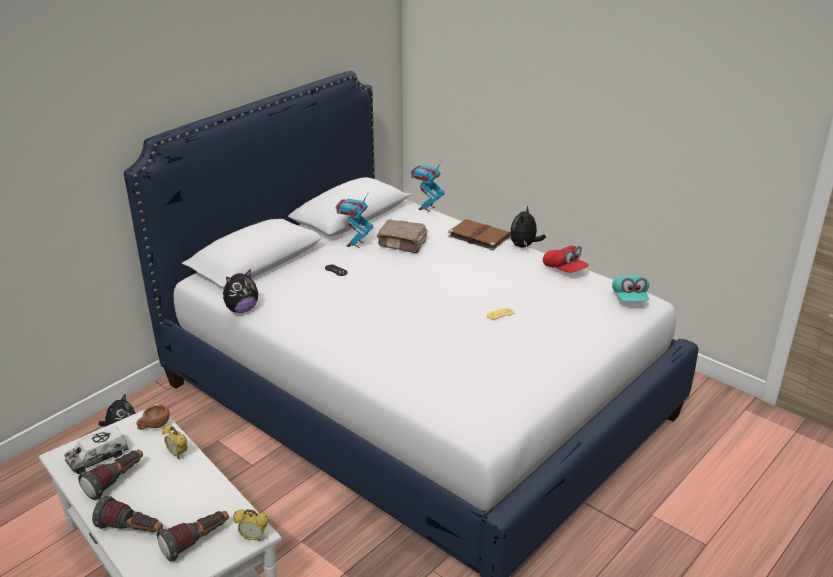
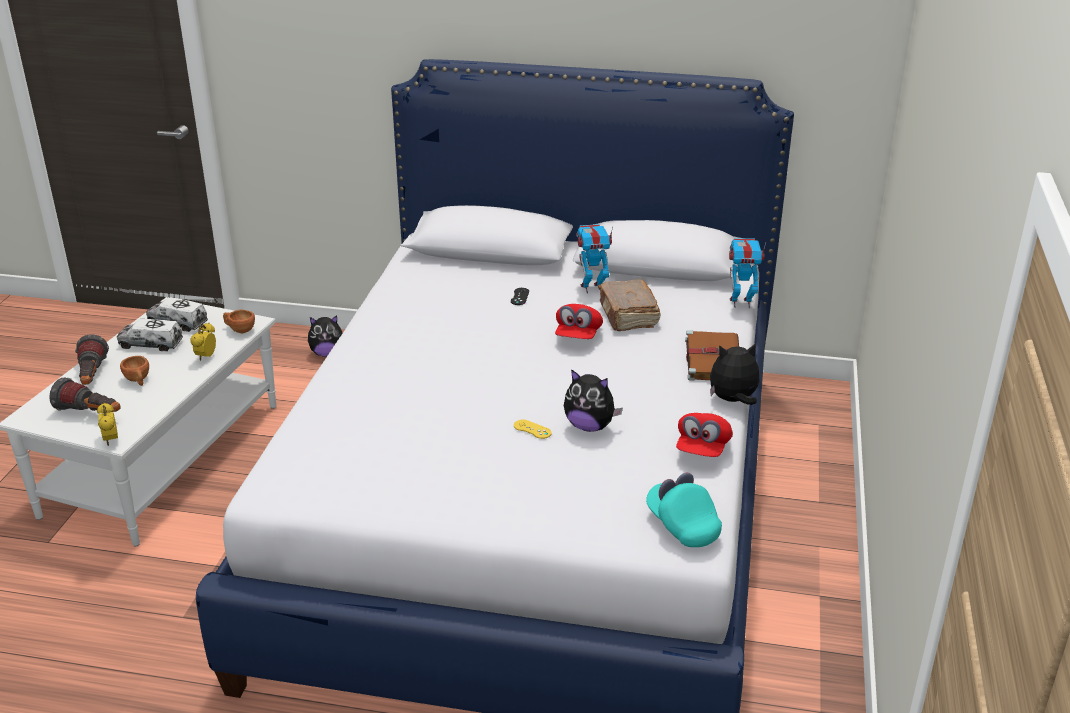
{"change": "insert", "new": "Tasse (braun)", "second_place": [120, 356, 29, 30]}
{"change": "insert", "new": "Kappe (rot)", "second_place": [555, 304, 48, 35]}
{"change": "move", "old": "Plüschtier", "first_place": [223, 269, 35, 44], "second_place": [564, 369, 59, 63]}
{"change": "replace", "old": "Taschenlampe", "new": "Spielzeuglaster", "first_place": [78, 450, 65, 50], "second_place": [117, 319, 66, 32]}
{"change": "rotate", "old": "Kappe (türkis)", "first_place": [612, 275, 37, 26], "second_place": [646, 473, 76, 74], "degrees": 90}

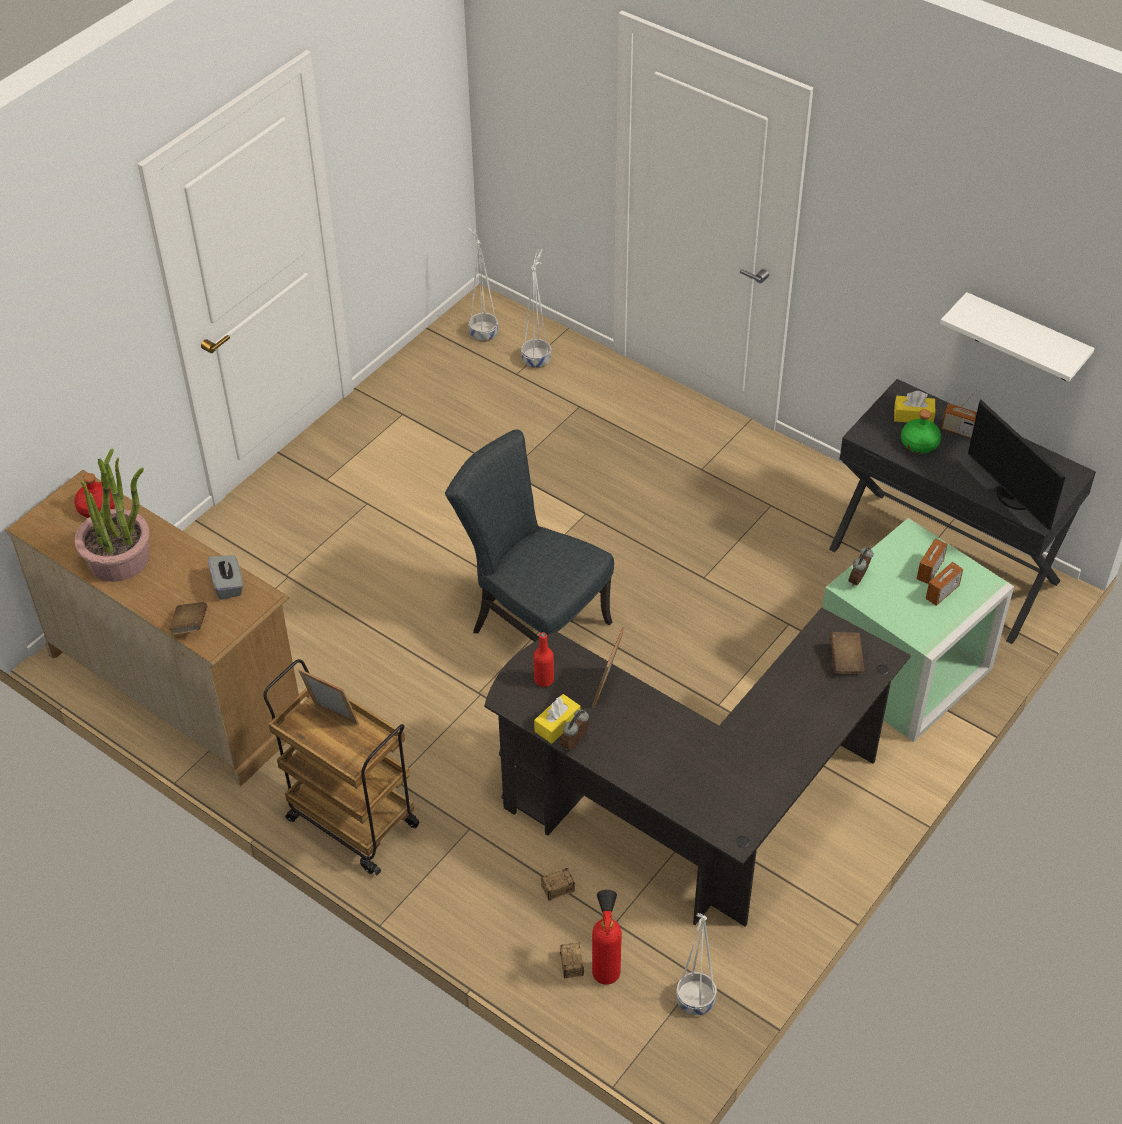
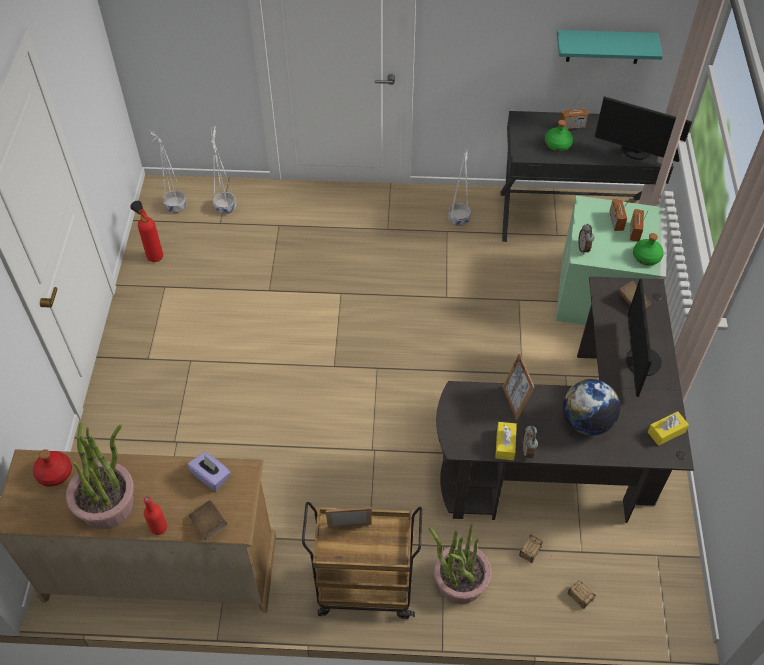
{"change": "delete", "old": "Stuhl (grau)", "first_place": [445, 429, 169, 213]}
{"change": "insert", "new": "Topfpflanze", "second_place": [429, 523, 62, 81]}
{"change": "insert", "new": "Globus", "second_place": [563, 379, 57, 57]}
{"change": "insert", "new": "Monitor", "second_place": [626, 278, 36, 119]}
{"change": "insert", "new": "Flasche (grün)", "second_place": [633, 233, 31, 33]}
{"change": "move", "old": "Flasche (rot)", "first_place": [534, 632, 20, 55], "second_place": [144, 496, 23, 39]}
{"change": "move", "old": "Feuerlöscher", "first_place": [592, 889, 30, 96], "second_place": [130, 201, 33, 61]}
{"change": "move", "old": "Pflanzkübel (weiß)", "first_place": [676, 913, 41, 102], "second_place": [448, 148, 23, 78]}
{"change": "move", "old": "Taschentuchbox (gelb)", "first_place": [894, 391, 41, 31], "second_place": [648, 411, 41, 35]}
{"change": "recolor", "old": "Taschentuchbox (grau)", "new": "Taschentuchbox (lila)", "first_place": [208, 555, 35, 45], "second_place": [187, 452, 44, 39]}
{"change": "recolor", "old": "Wandregal (weiß)", "new": "Wandregal (türkis)", "first_place": [940, 292, 155, 89], "second_place": [557, 30, 106, 34]}

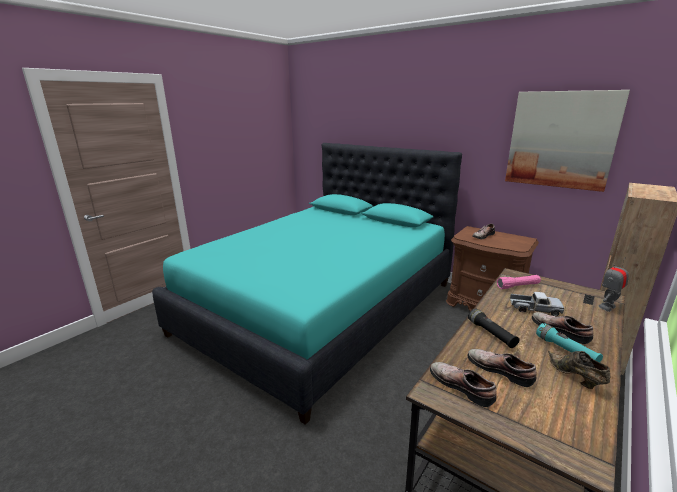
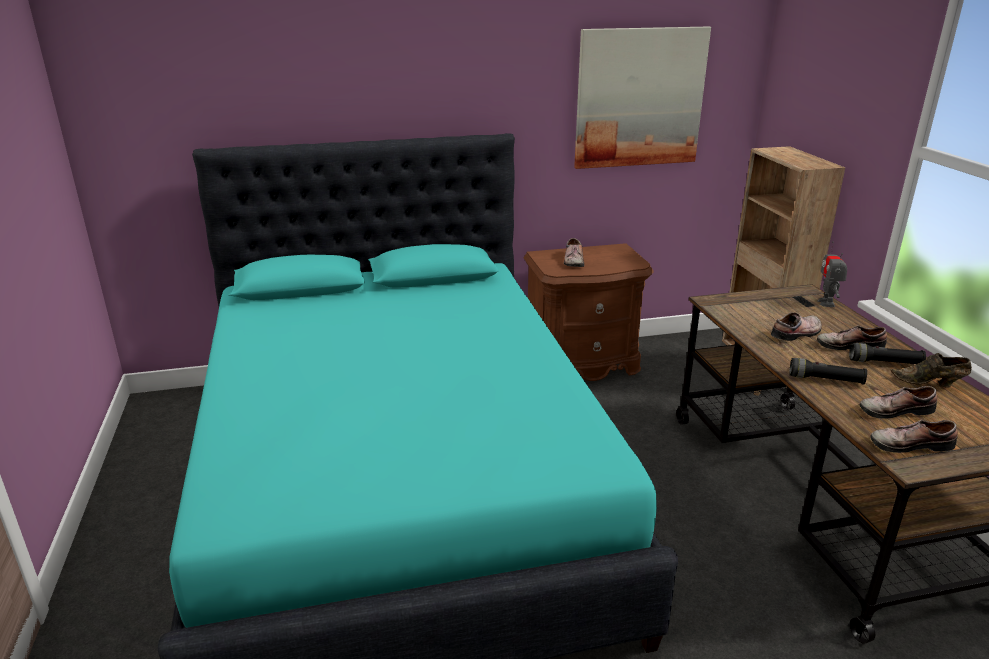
{"change": "delete", "old": "Taschenlampe (rosa)", "first_place": [497, 275, 44, 14]}
{"change": "replace", "old": "Spielzeuglaster", "new": "Schuh", "first_place": [510, 292, 54, 24], "second_place": [771, 312, 51, 29]}
{"change": "recolor", "old": "Taschenlampe (türkis)", "new": "Taschenlampe (schwarz)", "first_place": [536, 323, 67, 39], "second_place": [849, 343, 77, 21]}

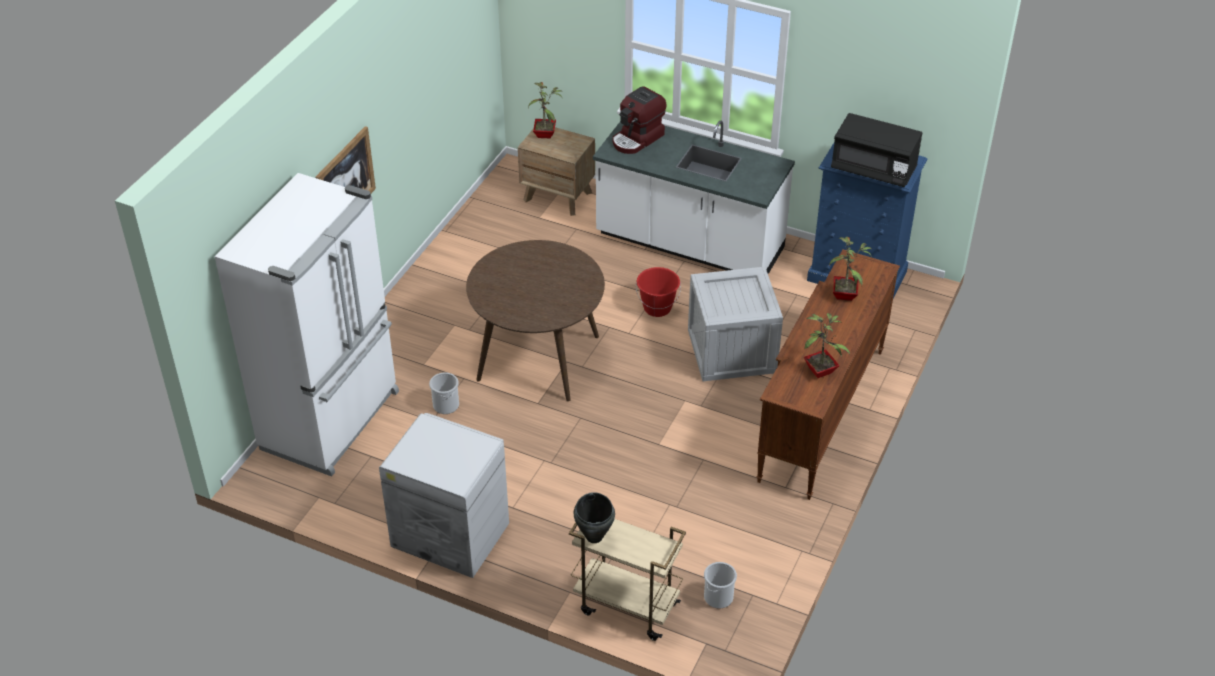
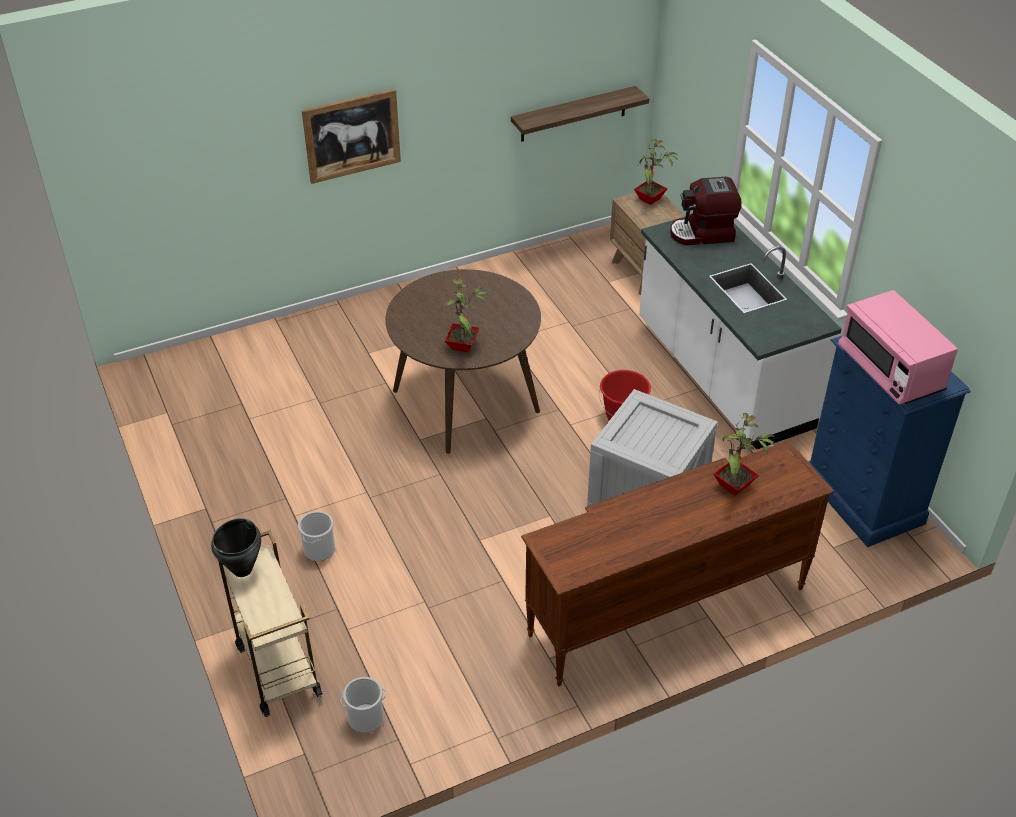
{"change": "delete", "old": "Kühlschrank (weiß)", "first_place": [214, 173, 185, 304]}
{"change": "delete", "old": "Waschmaschine (weiß)", "first_place": [379, 413, 130, 165]}
{"change": "insert", "new": "Wandregal", "second_place": [511, 86, 138, 56]}
{"change": "move", "old": "Eimer", "first_place": [429, 372, 30, 42], "second_place": [298, 511, 37, 50]}
{"change": "move", "old": "Topfpflanze", "first_place": [804, 313, 46, 65], "second_place": [441, 278, 48, 74]}
{"change": "recolor", "old": "Mikrowelle (schwarz)", "new": "Mikrowelle (rosa)", "first_place": [831, 113, 91, 74], "second_place": [838, 290, 120, 114]}

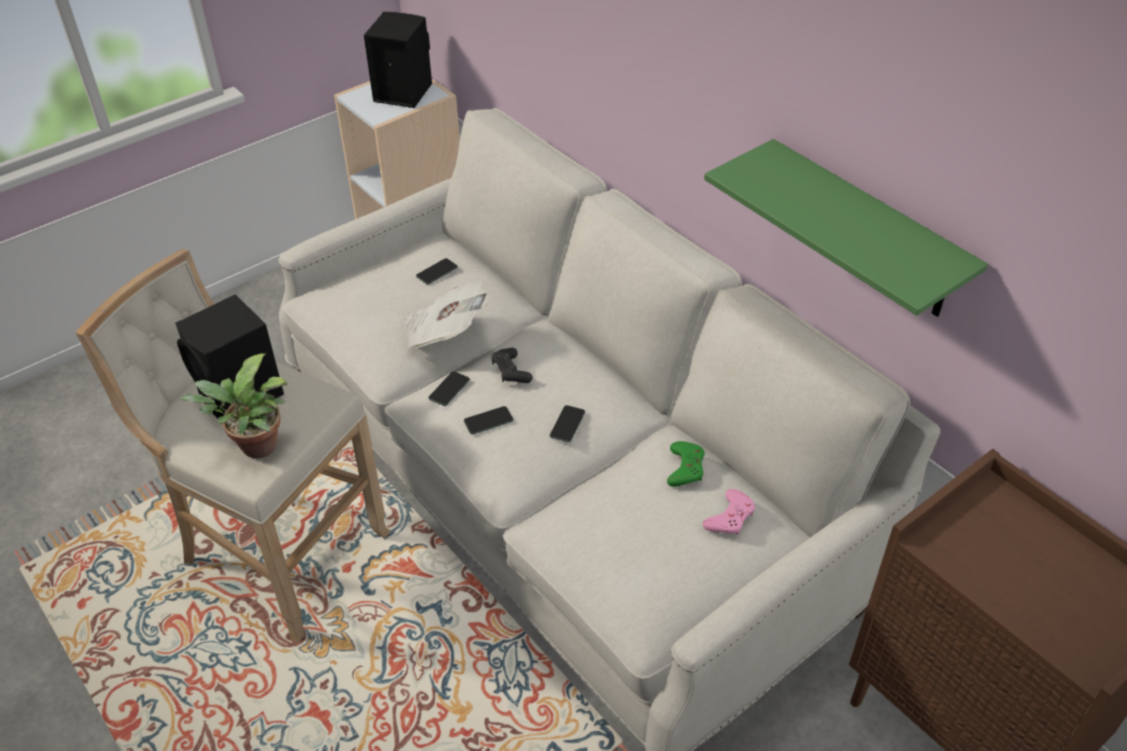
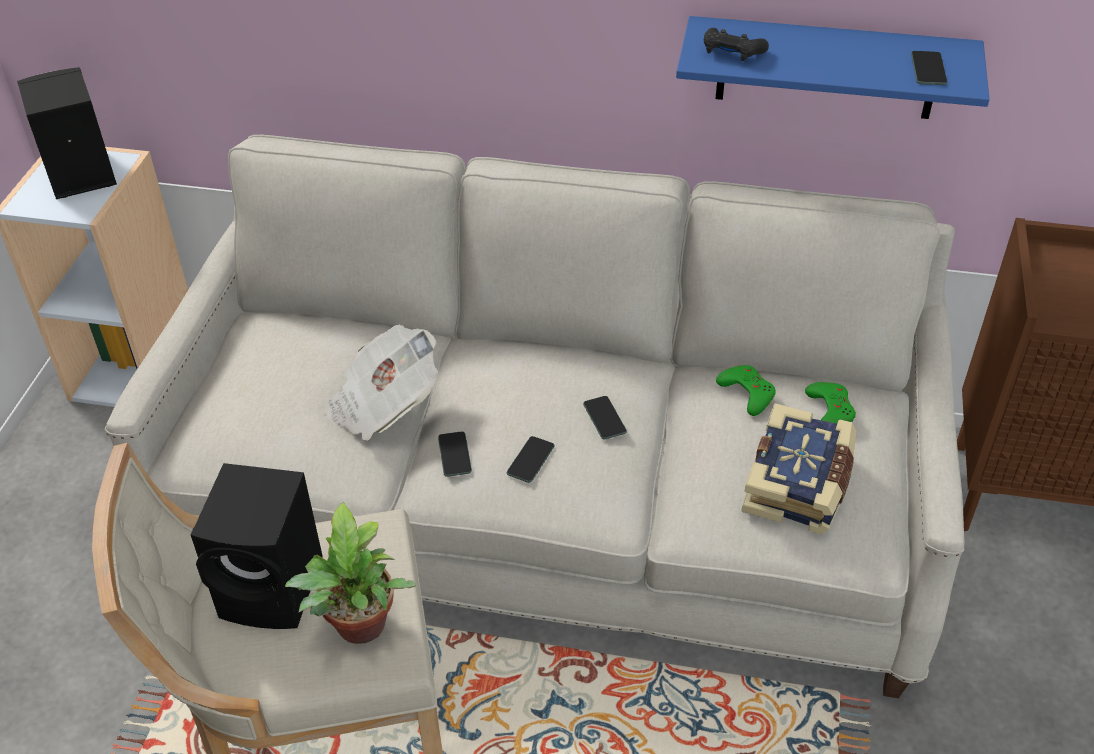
{"change": "insert", "new": "Buch", "second_place": [741, 403, 115, 131]}
{"change": "move", "old": "Handy", "first_place": [416, 258, 42, 27], "second_place": [911, 51, 36, 34]}
{"change": "move", "old": "Gamepad (schwarz)", "first_place": [491, 348, 42, 35], "second_place": [704, 28, 65, 33]}
{"change": "recolor", "old": "Gamepad (rosa)", "new": "Gamepad (grün)", "first_place": [703, 489, 52, 46], "second_place": [805, 382, 51, 42]}
{"change": "recolor", "old": "Wandregal (grün)", "new": "Wandregal (blau)", "first_place": [704, 139, 284, 178], "second_place": [676, 16, 314, 103]}

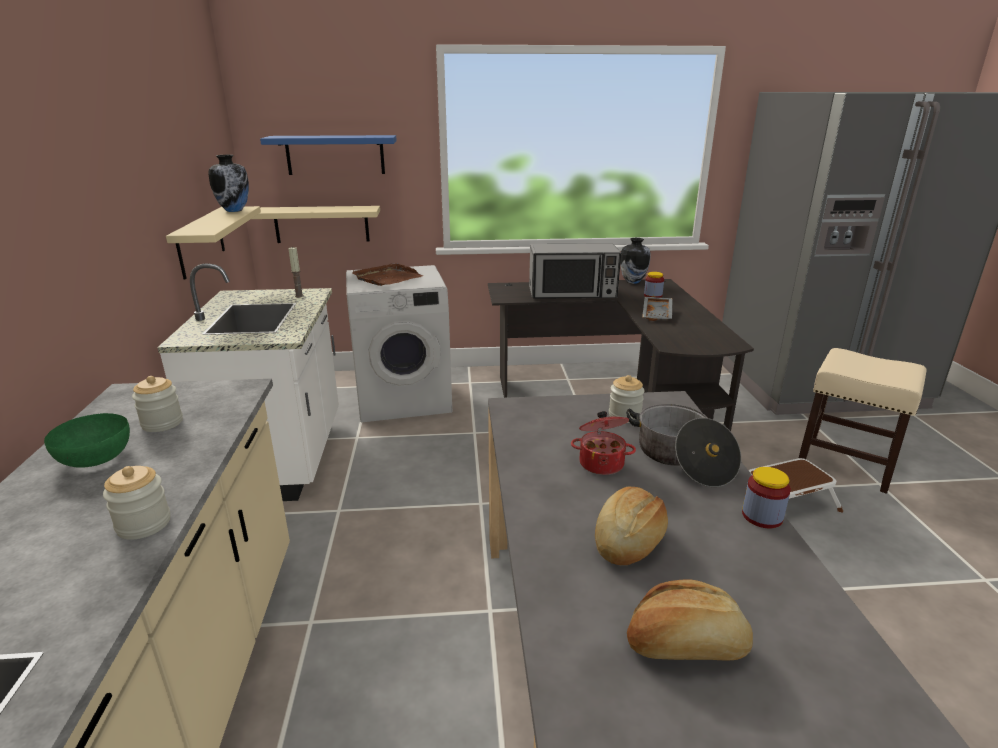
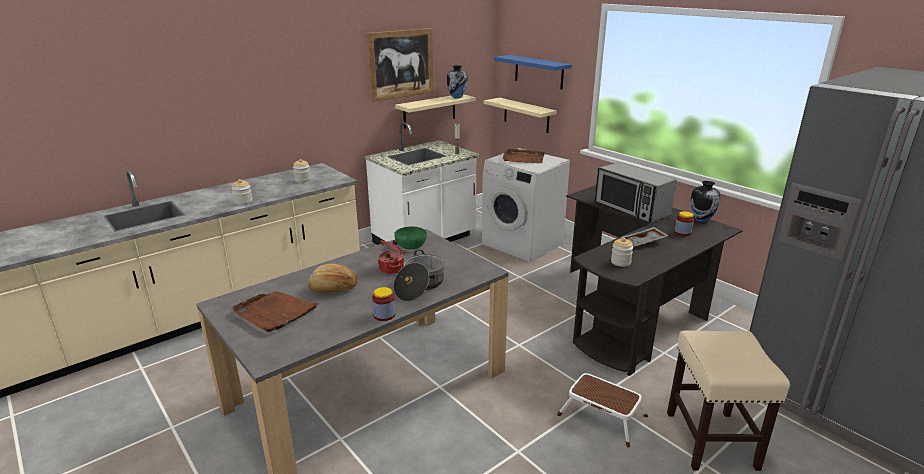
{"change": "insert", "new": "Bild", "second_place": [367, 28, 67, 74]}
{"change": "move", "old": "Schüssel (grün)", "first_place": [44, 413, 86, 55], "second_place": [394, 226, 33, 23]}
{"change": "move", "old": "Vorratsglas", "first_place": [609, 375, 35, 48], "second_place": [611, 238, 22, 29]}
{"change": "replace", "old": "Brot", "new": "Tablett (braun)", "first_place": [627, 580, 126, 81], "second_place": [231, 291, 88, 41]}

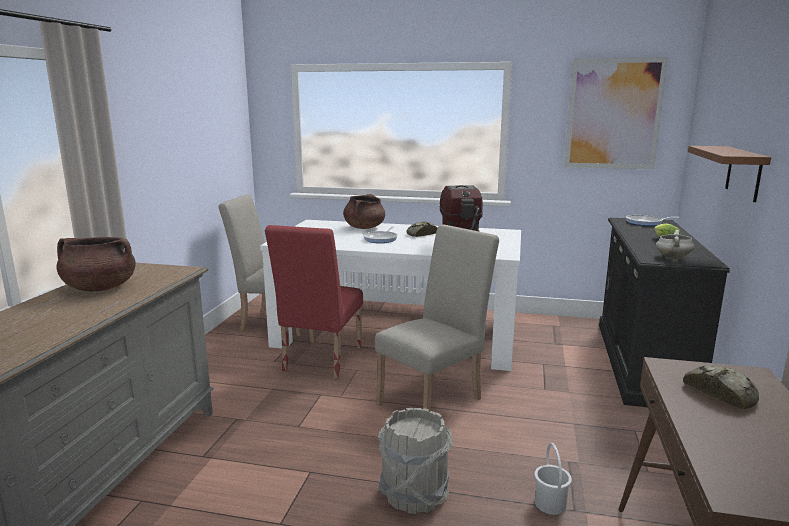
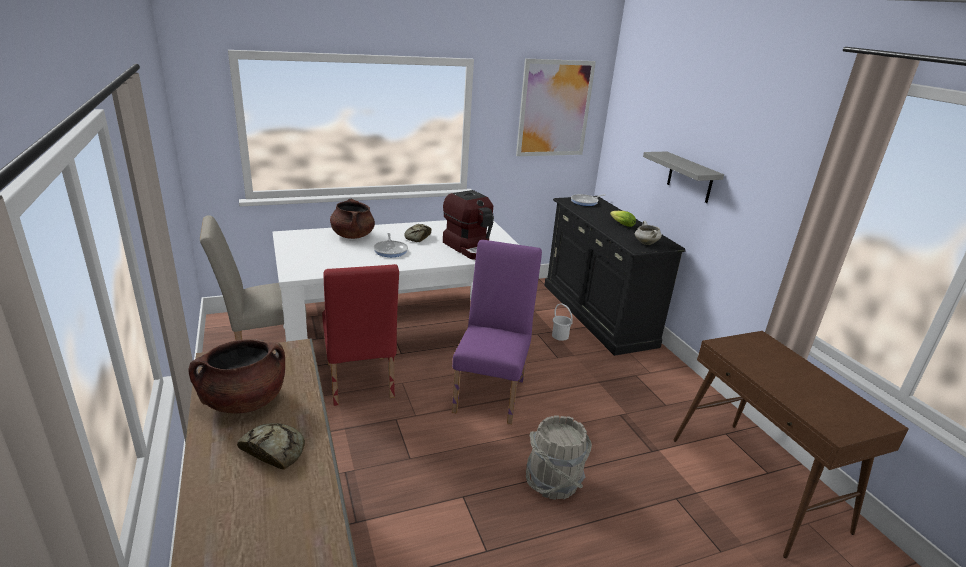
{"change": "move", "old": "Eimer (weiß)", "first_place": [534, 443, 38, 72], "second_place": [552, 303, 21, 38]}
{"change": "move", "old": "Brot", "first_place": [683, 365, 76, 44], "second_place": [237, 423, 68, 47]}
{"change": "recolor", "old": "Stuhl (beige)", "new": "Stuhl (lila)", "first_place": [375, 225, 124, 187], "second_place": [452, 240, 90, 184]}
{"change": "recolor", "old": "Wandregal (braun)", "new": "Wandregal (grau)", "first_place": [688, 146, 83, 56], "second_place": [643, 151, 81, 52]}

